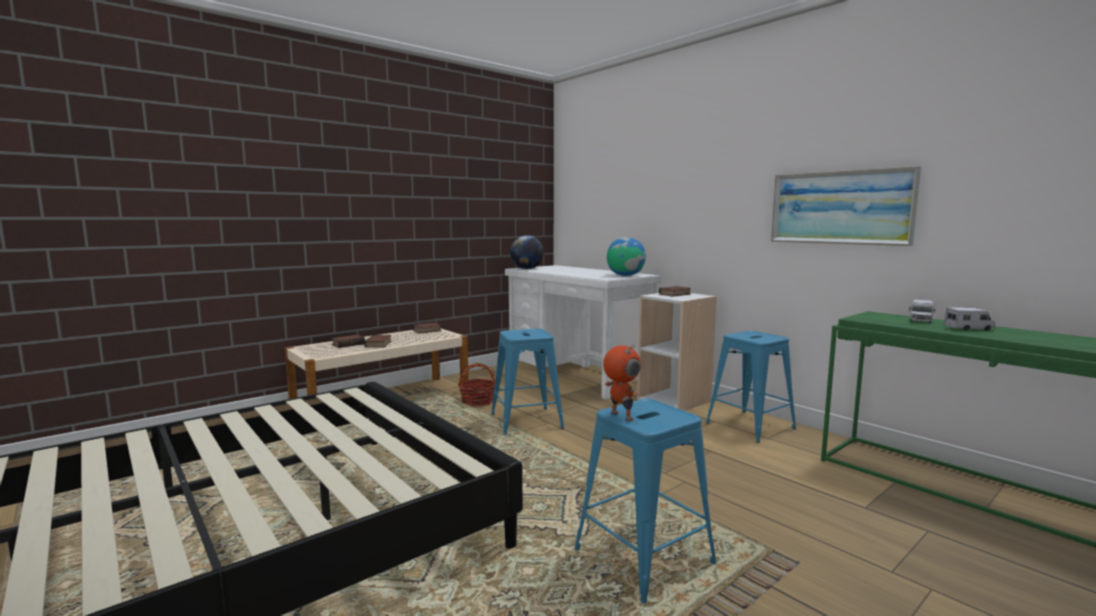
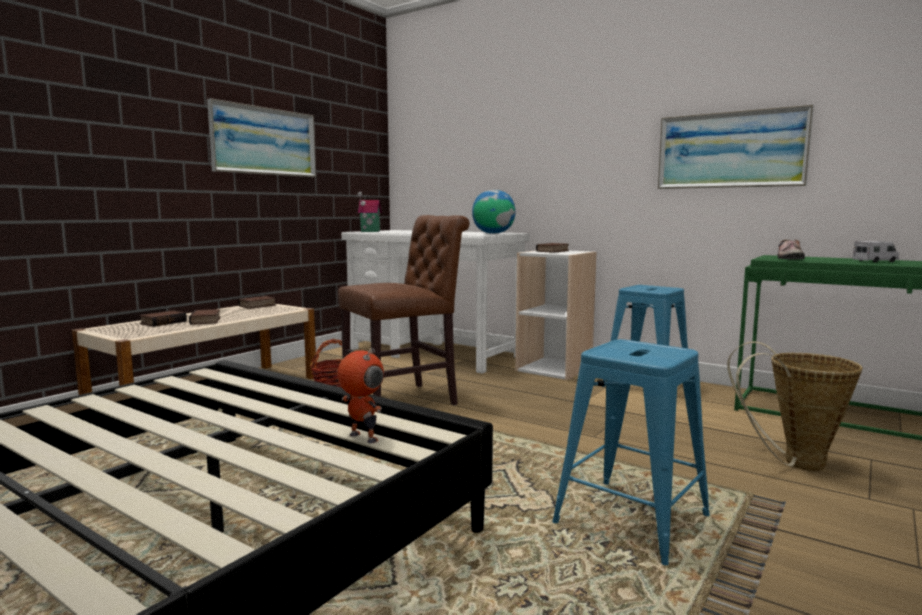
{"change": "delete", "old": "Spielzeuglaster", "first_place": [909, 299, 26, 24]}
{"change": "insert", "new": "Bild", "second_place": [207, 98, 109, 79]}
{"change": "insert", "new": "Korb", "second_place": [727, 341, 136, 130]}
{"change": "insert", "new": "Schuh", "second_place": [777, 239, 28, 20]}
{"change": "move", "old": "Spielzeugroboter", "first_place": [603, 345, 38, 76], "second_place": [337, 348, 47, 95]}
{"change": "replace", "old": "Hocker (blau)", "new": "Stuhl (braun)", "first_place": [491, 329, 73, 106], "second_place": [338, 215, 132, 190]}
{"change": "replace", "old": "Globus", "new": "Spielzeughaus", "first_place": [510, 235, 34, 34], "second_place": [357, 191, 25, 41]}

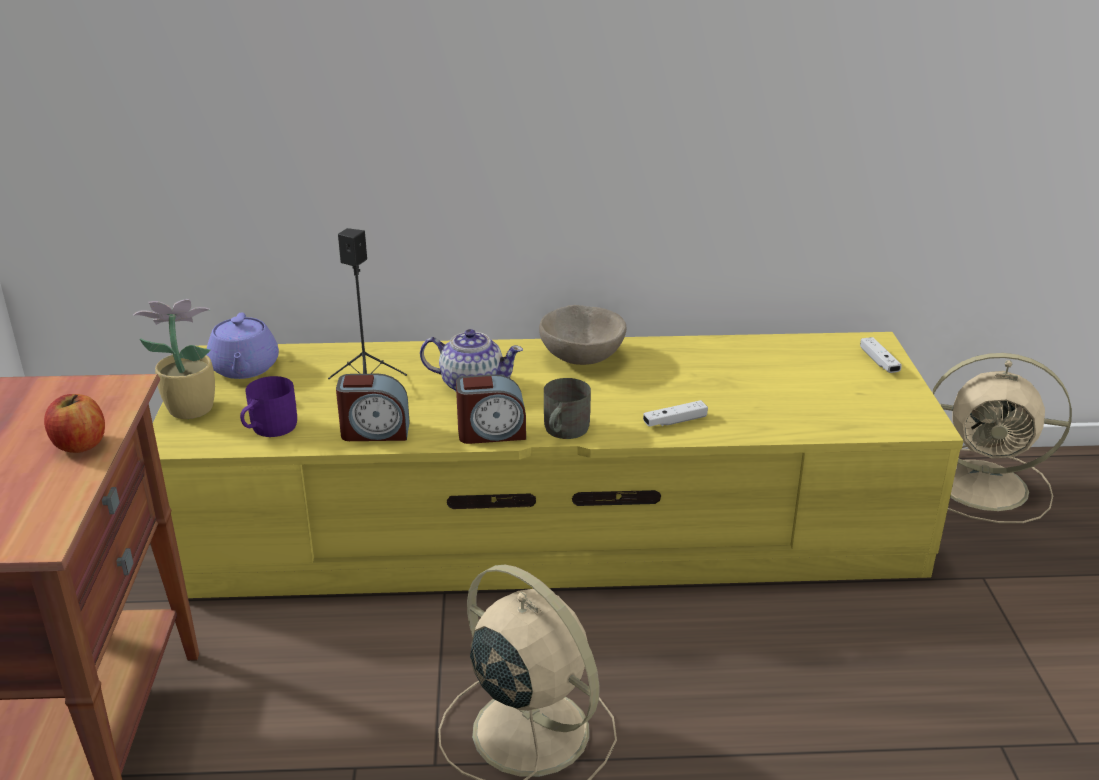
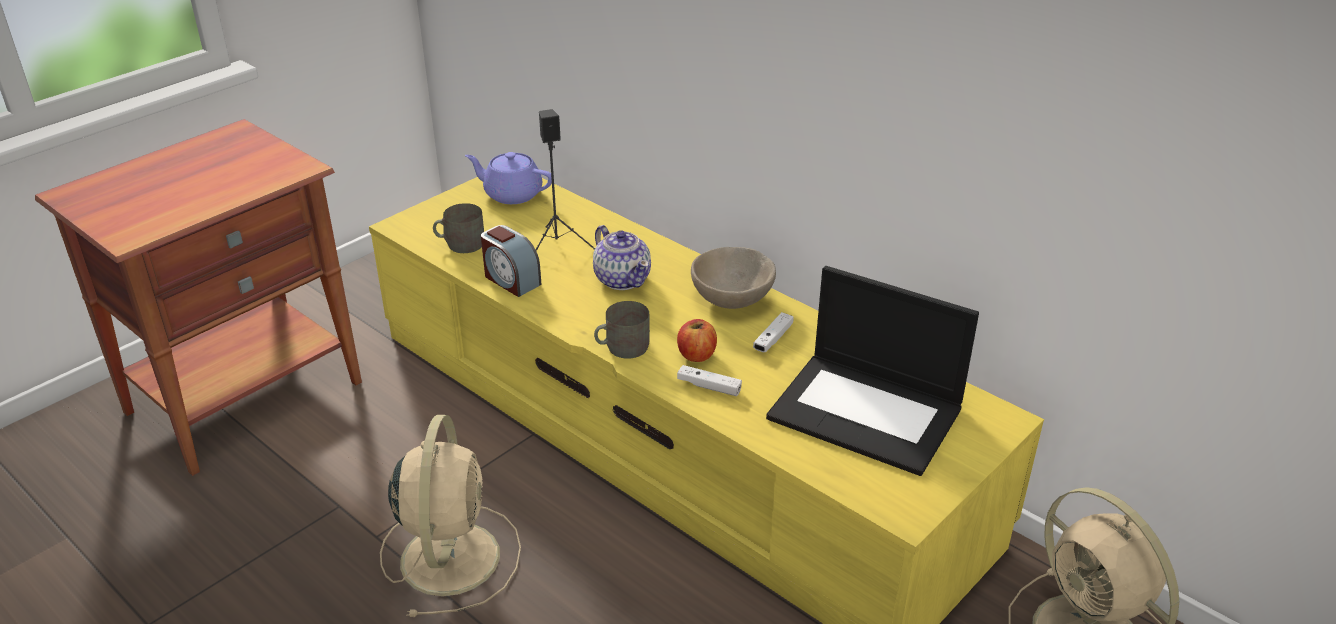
{"change": "delete", "old": "Topfpflanze", "first_place": [133, 299, 82, 120]}
{"change": "delete", "old": "Wecker", "first_place": [456, 374, 70, 70]}
{"change": "insert", "new": "Laptop", "second_place": [766, 266, 213, 210]}
{"change": "move", "old": "Apfel", "first_place": [44, 394, 61, 59], "second_place": [677, 319, 40, 43]}
{"change": "move", "old": "Gamepad (weiß)", "first_place": [860, 337, 42, 36], "second_place": [753, 312, 41, 40]}
{"change": "recolor", "old": "Henkelbecher (lila)", "new": "Henkelbecher (grau)", "first_place": [240, 376, 57, 61], "second_place": [433, 203, 51, 50]}
{"change": "rotate", "old": "Teekanne (lila)", "first_place": [207, 313, 72, 66], "second_place": [465, 152, 87, 52], "degrees": 75}

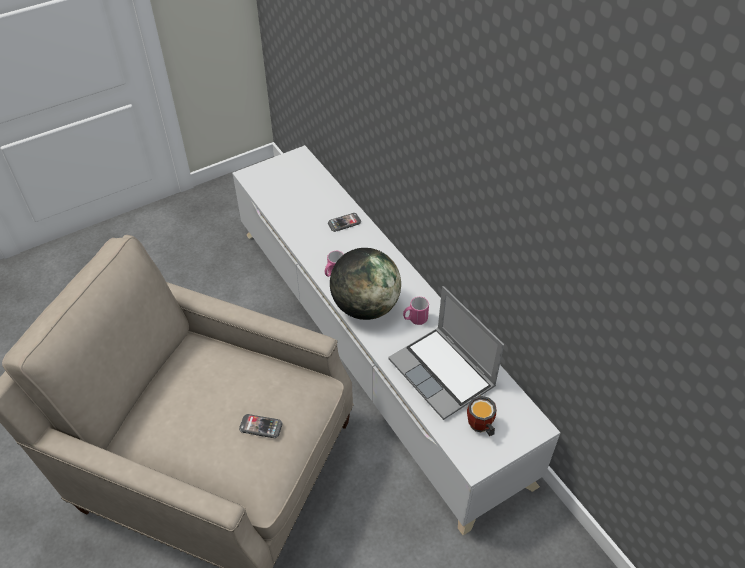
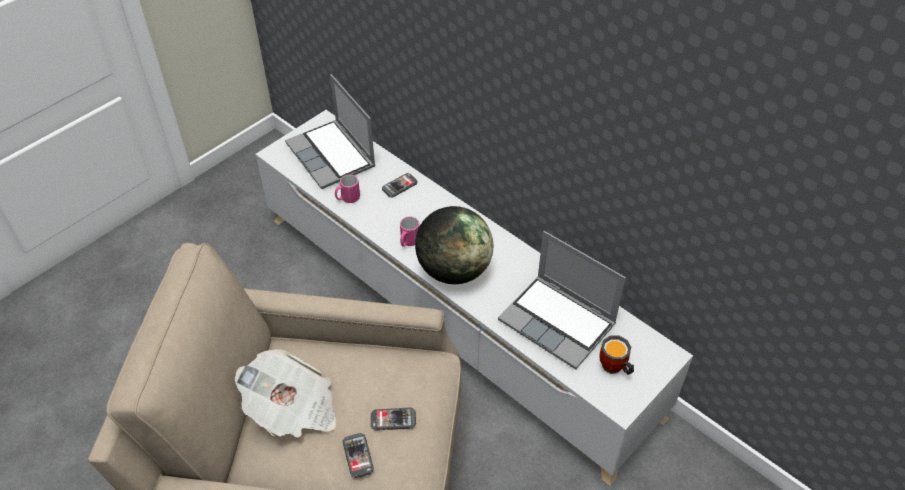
{"change": "insert", "new": "Zeitung", "second_place": [235, 349, 101, 88]}
{"change": "insert", "new": "Laptop", "second_place": [285, 74, 91, 115]}
{"change": "insert", "new": "Handy", "second_place": [342, 433, 32, 45]}
{"change": "move", "old": "Henkelbecher (rosa)", "first_place": [403, 297, 26, 28], "second_place": [335, 174, 25, 29]}

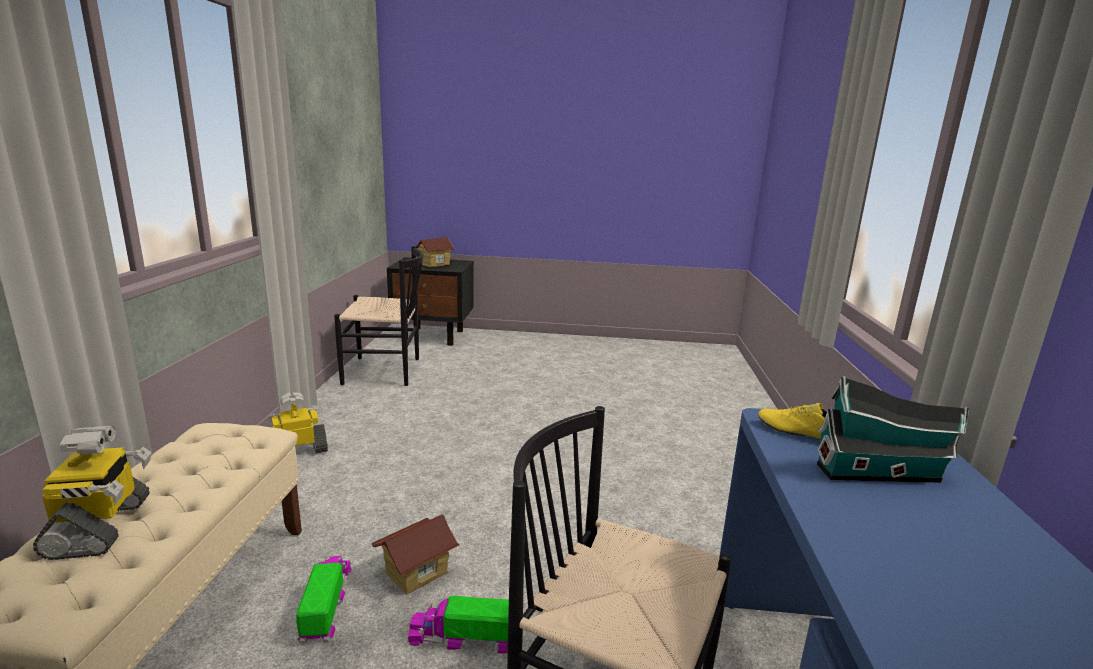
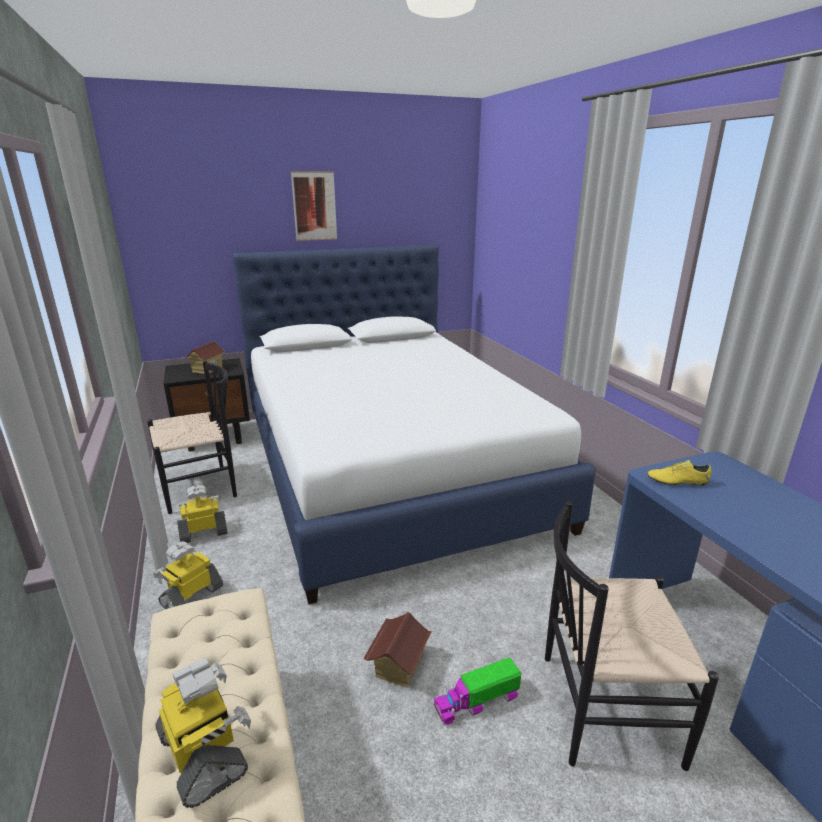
{"change": "delete", "old": "Spielzeuglaster", "first_place": [296, 556, 55, 89]}
{"change": "delete", "old": "Spielzeughaus", "first_place": [817, 376, 152, 107]}
{"change": "insert", "new": "Spielzeugroboter", "second_place": [177, 485, 51, 58]}
{"change": "insert", "new": "Bett (weiß)", "second_place": [233, 245, 363, 359]}
{"change": "insert", "new": "Bild", "second_place": [291, 171, 46, 70]}

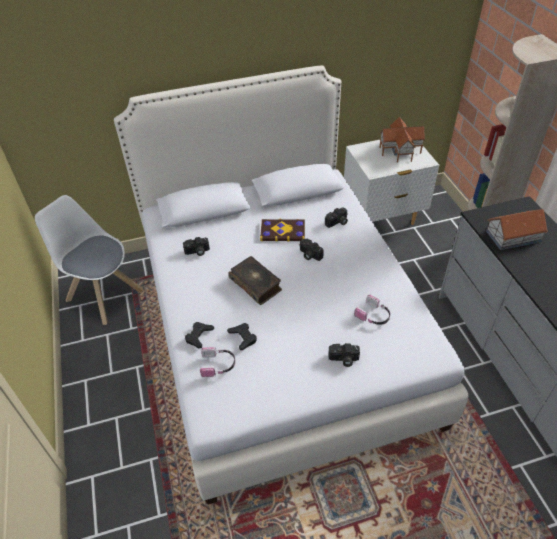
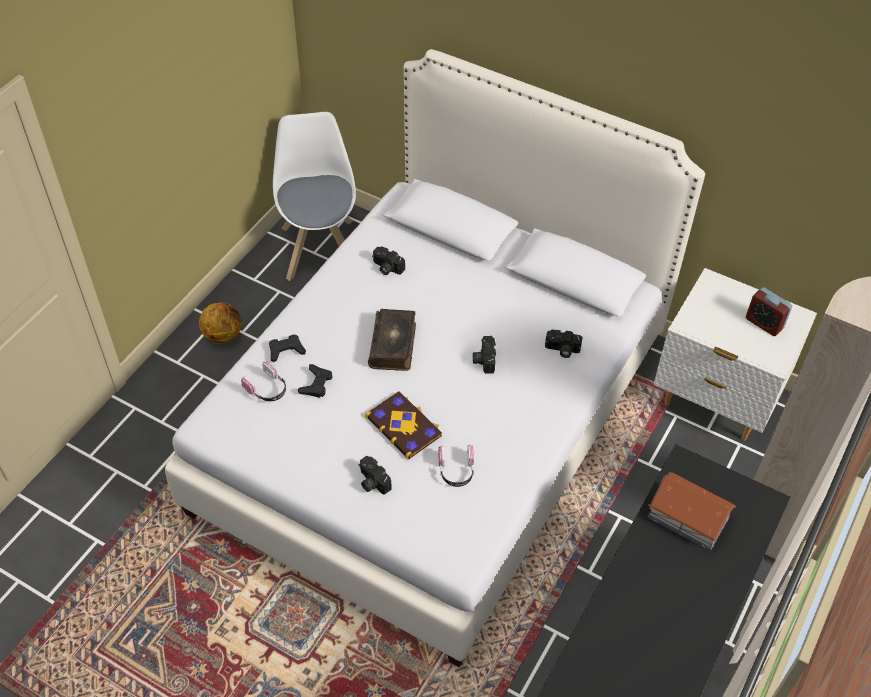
{"change": "insert", "new": "Basketball", "second_place": [199, 302, 43, 42]}
{"change": "move", "old": "Buch", "first_place": [260, 218, 45, 23], "second_place": [365, 391, 77, 68]}
{"change": "replace", "old": "Spielzeughaus", "new": "Wecker", "first_place": [379, 117, 46, 46], "second_place": [746, 287, 46, 49]}

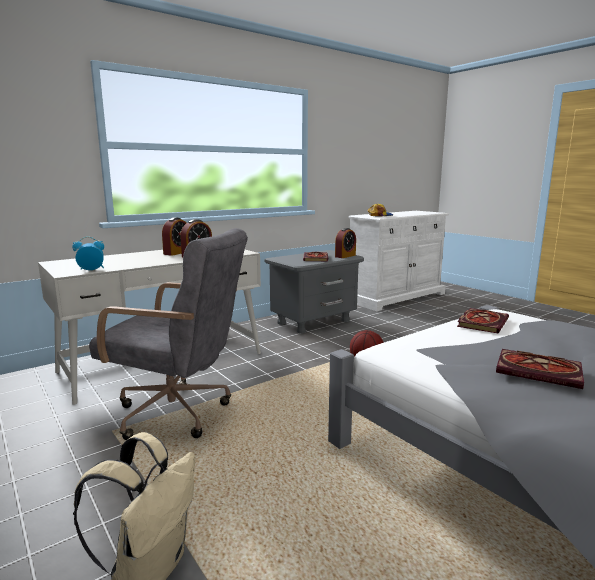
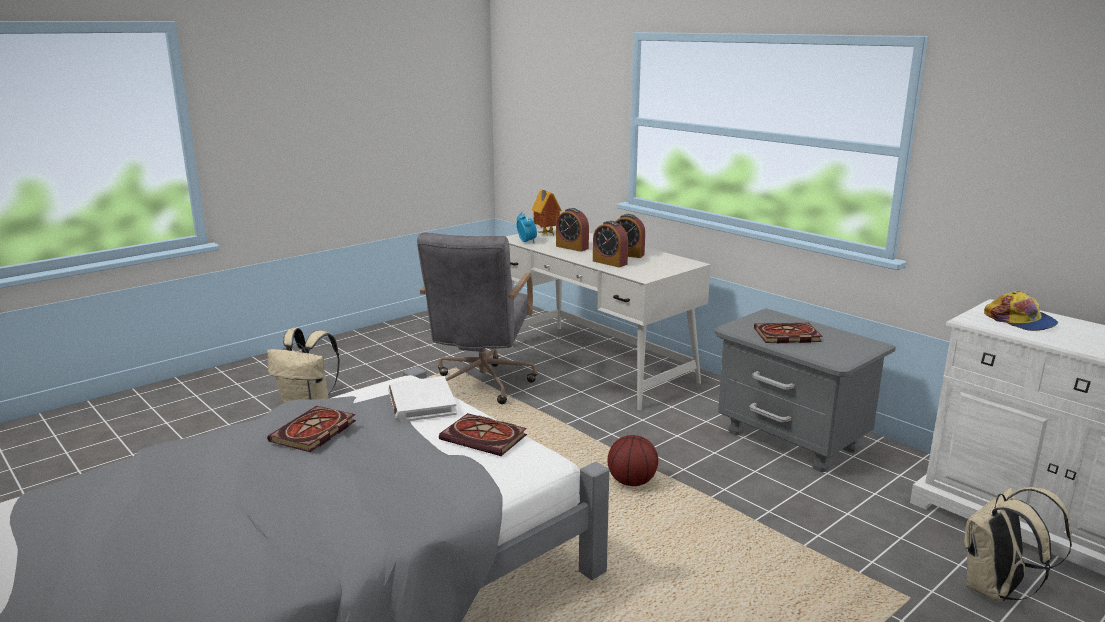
{"change": "insert", "new": "Buch (weiß)", "second_place": [388, 376, 69, 46]}
{"change": "insert", "new": "Spielzeughaus", "second_place": [532, 190, 30, 46]}
{"change": "insert", "new": "Rucksack (beige)", "second_place": [964, 487, 108, 116]}
{"change": "move", "old": "Wecker", "first_place": [335, 228, 21, 30], "second_place": [556, 208, 33, 44]}

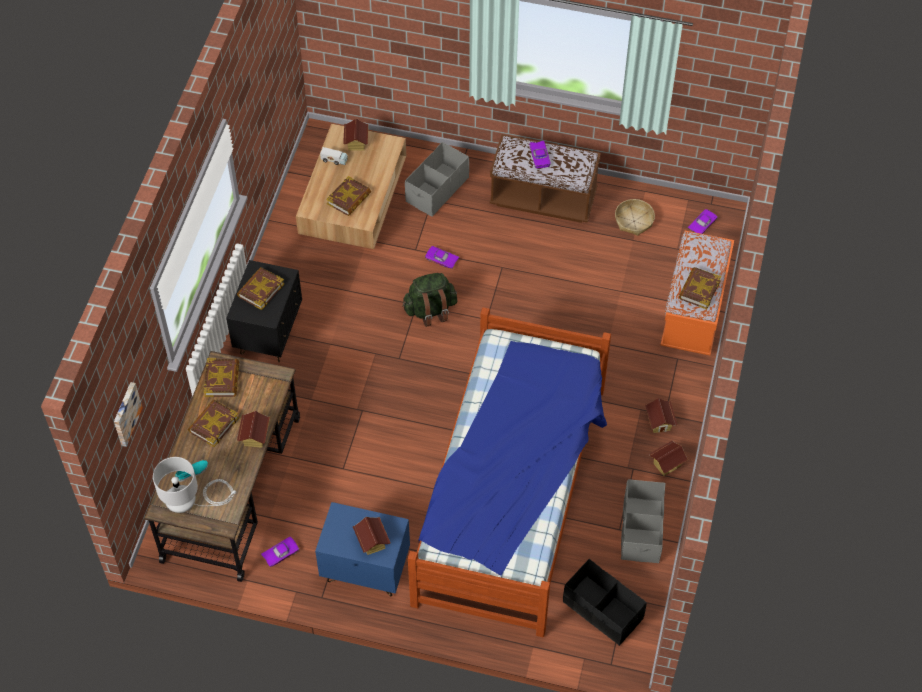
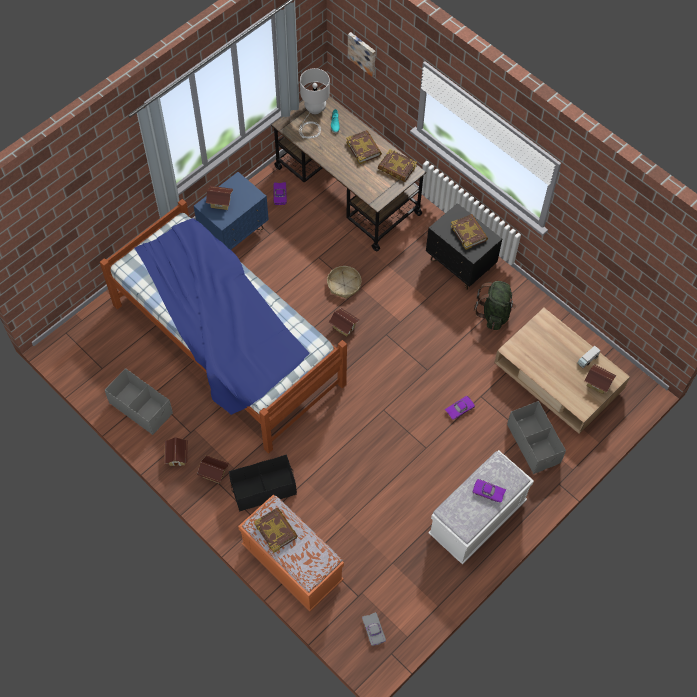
{"change": "delete", "old": "Buch", "first_place": [326, 176, 45, 40]}
{"change": "move", "old": "Spielzeughaus", "first_place": [237, 411, 33, 37], "second_place": [328, 308, 32, 29]}
{"change": "move", "old": "Rucksack (grün)", "first_place": [402, 273, 55, 54], "second_place": [474, 281, 42, 49]}
{"change": "move", "old": "Aufbewahrungsbox (schwarz)", "first_place": [563, 559, 84, 87], "second_place": [229, 454, 68, 58]}
{"change": "move", "old": "Korb", "first_place": [615, 199, 40, 37], "second_place": [327, 266, 35, 33]}
{"change": "recolor", "old": "Bank (braun)", "new": "Bank (weiß)", "first_place": [490, 134, 111, 89], "second_place": [428, 450, 106, 115]}
{"change": "recolor", "old": "Spielzeugauto (lila)", "new": "Spielzeugauto (grau)", "first_place": [688, 209, 30, 25], "second_place": [362, 612, 24, 34]}

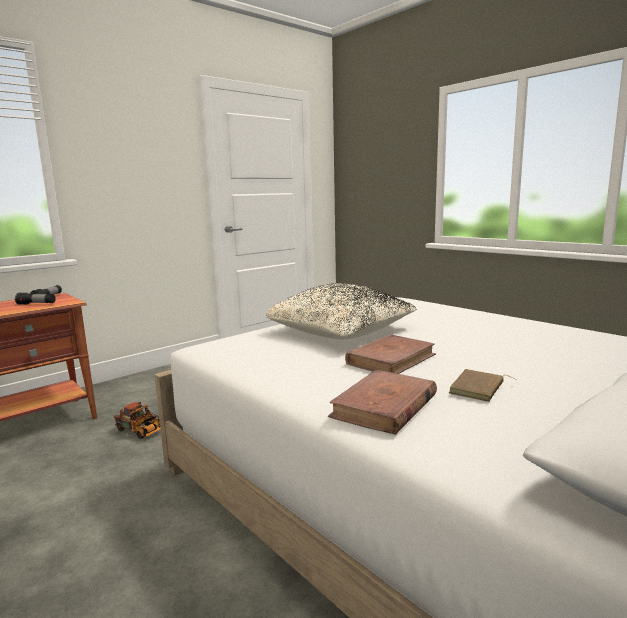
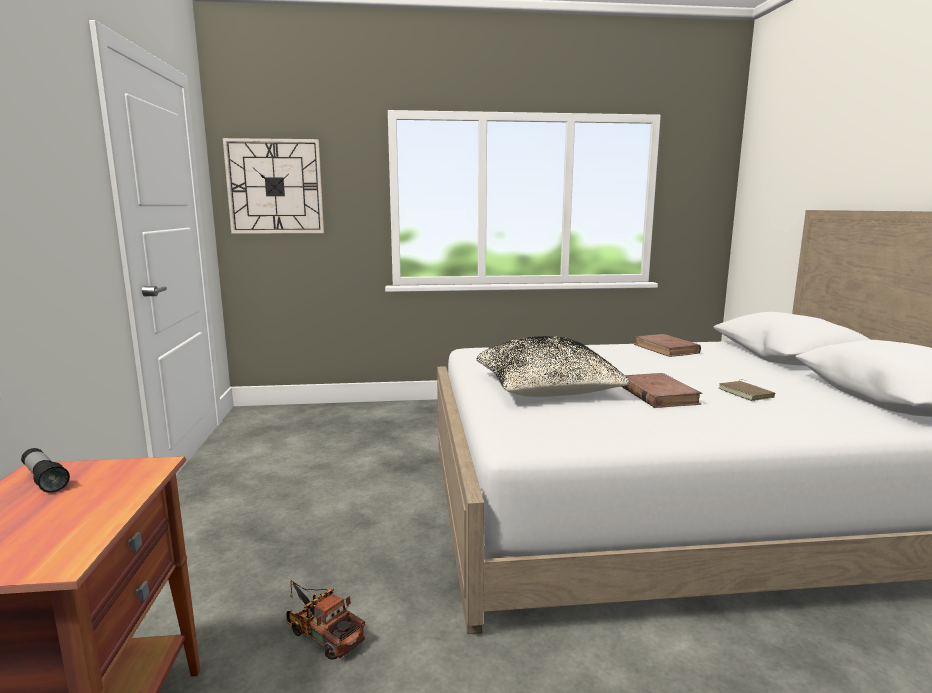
{"change": "delete", "old": "Taschenlampe", "first_place": [15, 293, 41, 12]}
{"change": "insert", "new": "Wanduhr", "second_place": [223, 138, 101, 96]}
{"change": "move", "old": "Buch (braun)", "first_place": [328, 370, 109, 65], "second_place": [634, 334, 67, 23]}
{"change": "rotate", "old": "Spielzeuglaster", "first_place": [113, 402, 48, 37], "second_place": [286, 580, 79, 80], "degrees": -120}

